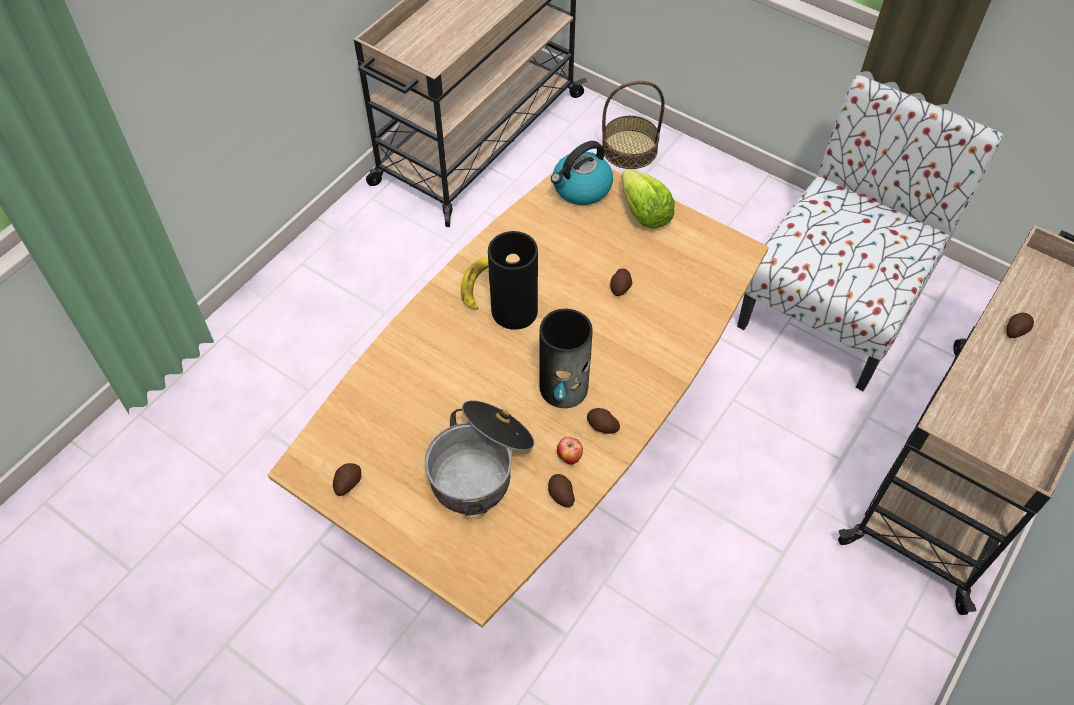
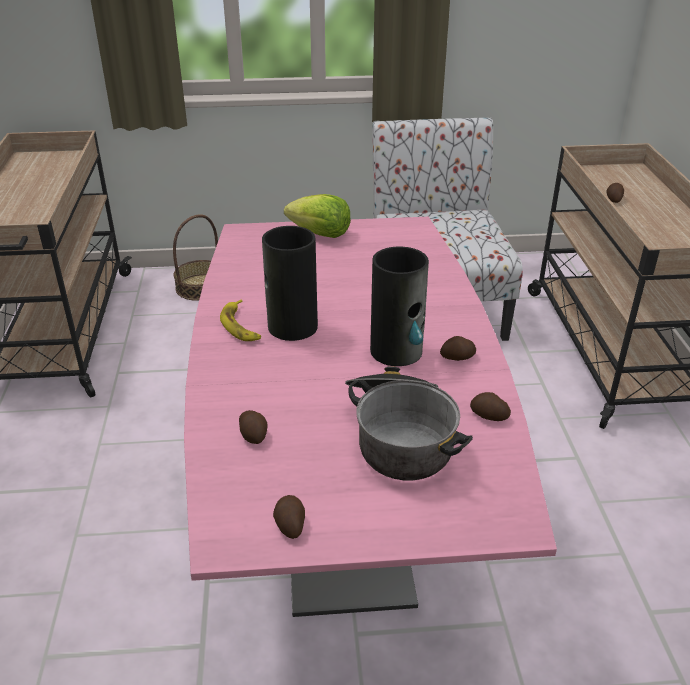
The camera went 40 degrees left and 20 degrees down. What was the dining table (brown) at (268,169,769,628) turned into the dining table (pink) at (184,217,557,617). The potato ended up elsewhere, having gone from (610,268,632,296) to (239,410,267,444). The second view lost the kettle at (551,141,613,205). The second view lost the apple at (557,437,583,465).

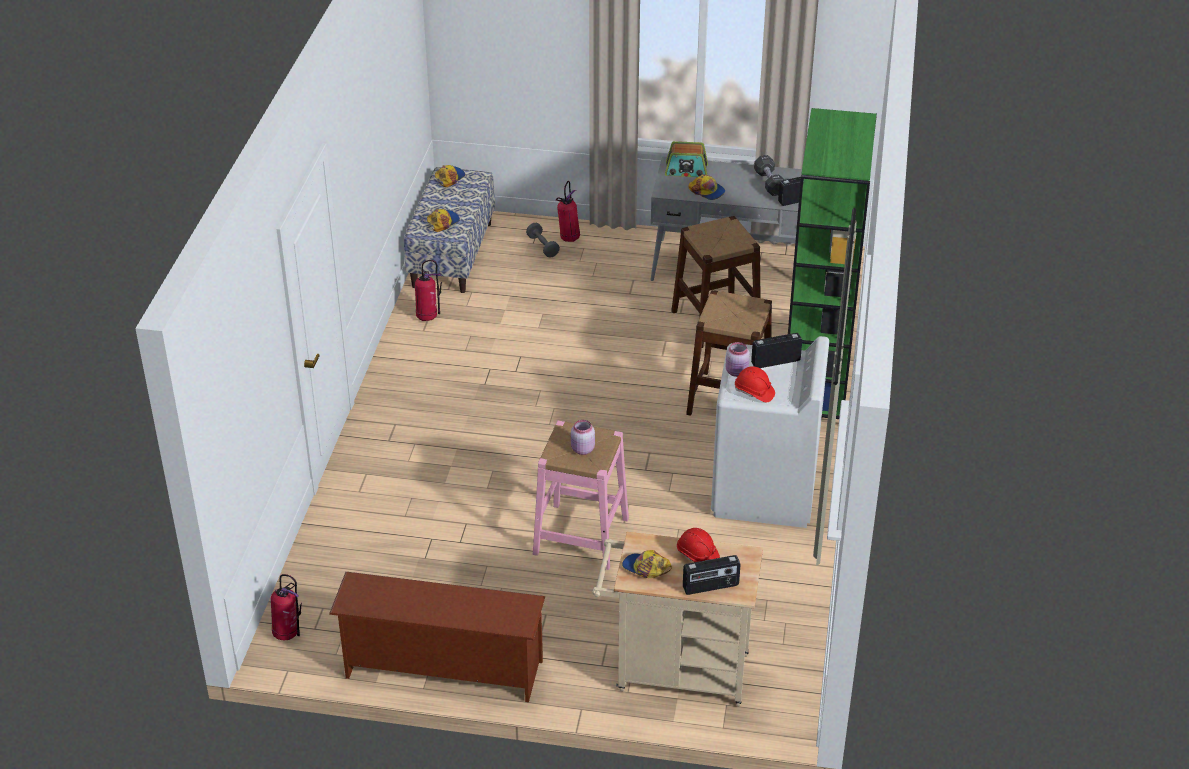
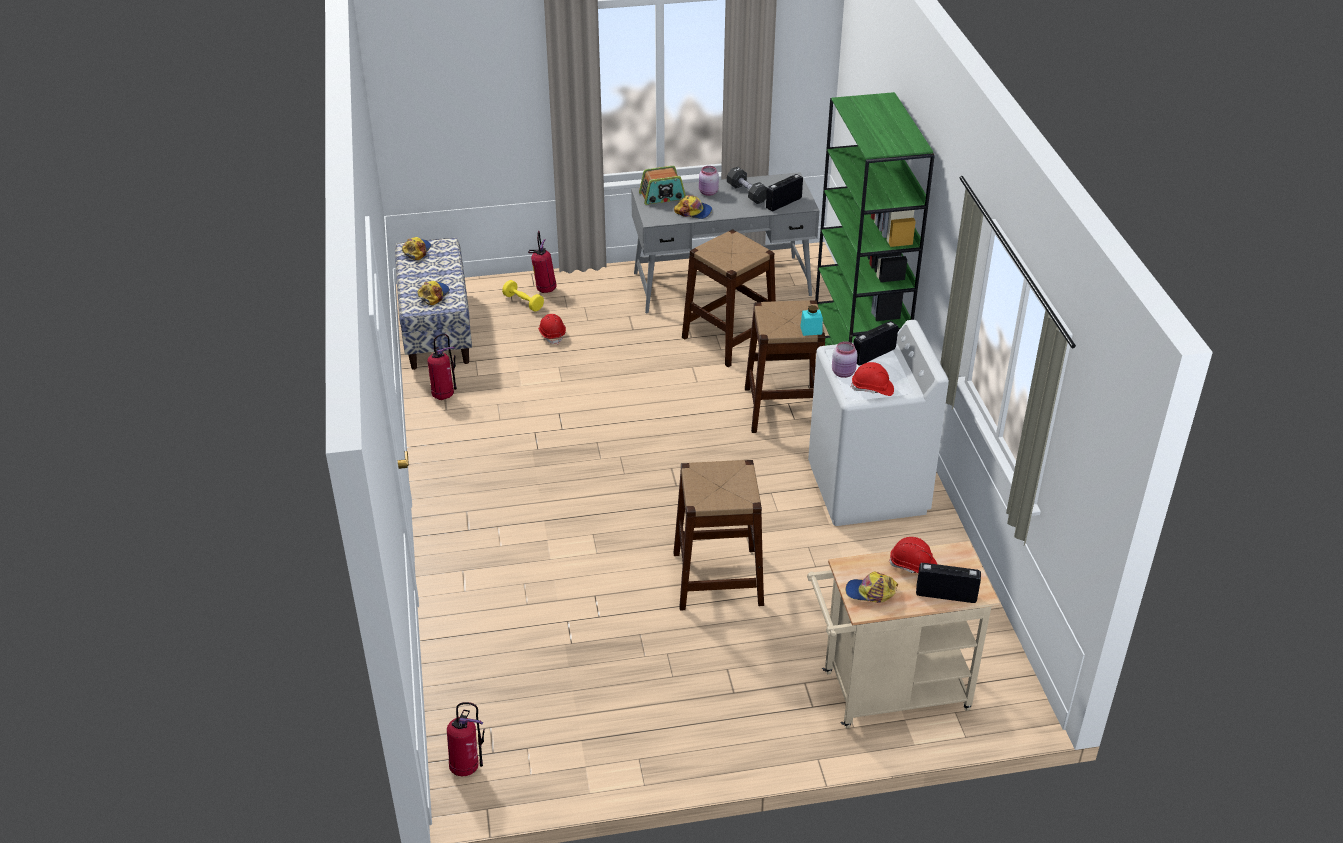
The camera went 20 degrees left and 0 degrees up. What was the dumbbell (grey) at (526,223,560,258) turned into the dumbbell (yellow) at (502,280,544,312). The second view gained the hard hat (red) at (538,314,566,344). What was the stool (pink) at (533,421,629,570) turned into the stool (brown) at (674,460,764,610). The jar (pink) ended up elsewhere, having gone from (571,420,595,455) to (699,166,719,196). The second view gained the jar (turquoise) at (800,305,823,336). The radio at (683,555,741,595) ended up facing another way, 135 degrees counterclockwise from before. The second view lost the shoe rack (brown) at (329,572,545,702).

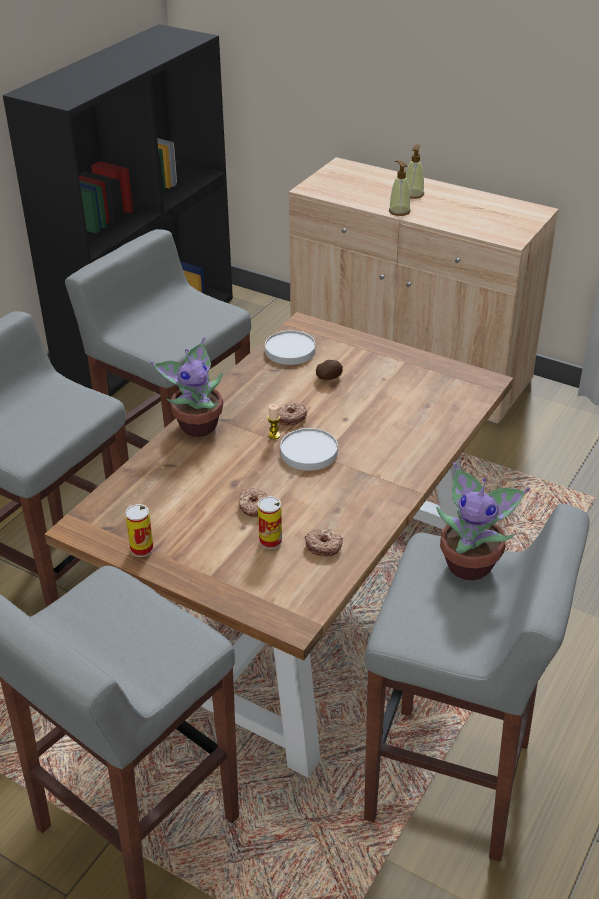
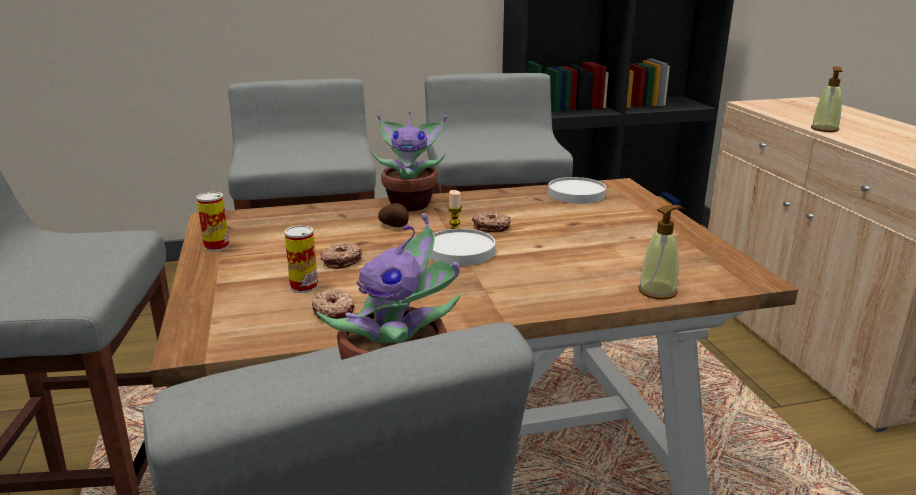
The camera went 45 degrees right and 15 degrees down. The potato ended up elsewhere, having gone from (316,360,343,380) to (378,203,409,227). The soap dispenser ended up elsewhere, having gone from (406,144,424,199) to (638,205,685,300).

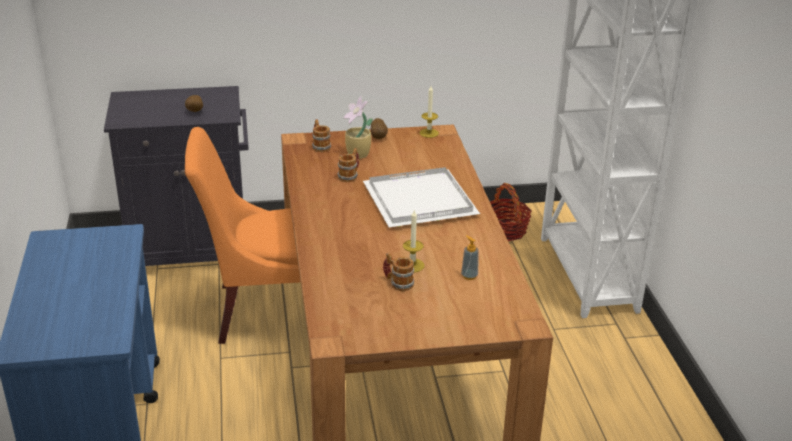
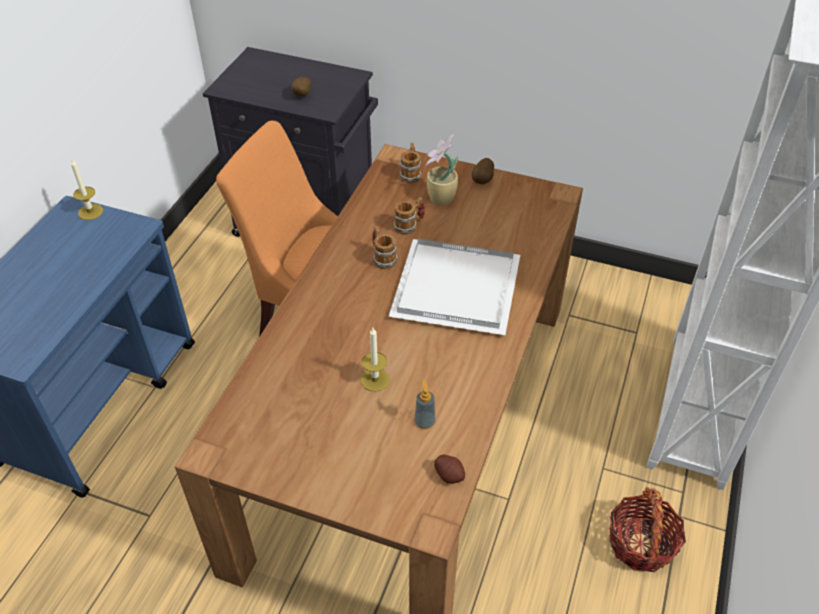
The camera went 30 degrees right and 15 degrees up. The candle ended up elsewhere, having gone from (419,86,439,138) to (71,159,103,220). The mug ended up elsewhere, having gone from (383,253,414,291) to (372,226,398,269). The second view gained the potato at (434,454,465,484). The basket ended up elsewhere, having gone from (490,183,532,241) to (609,487,686,572).

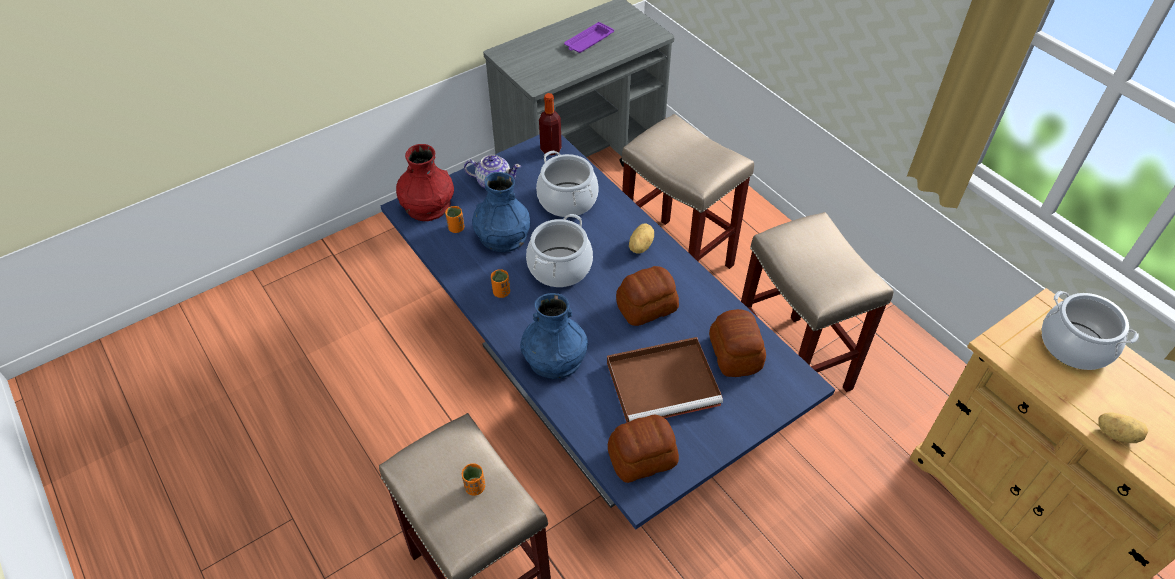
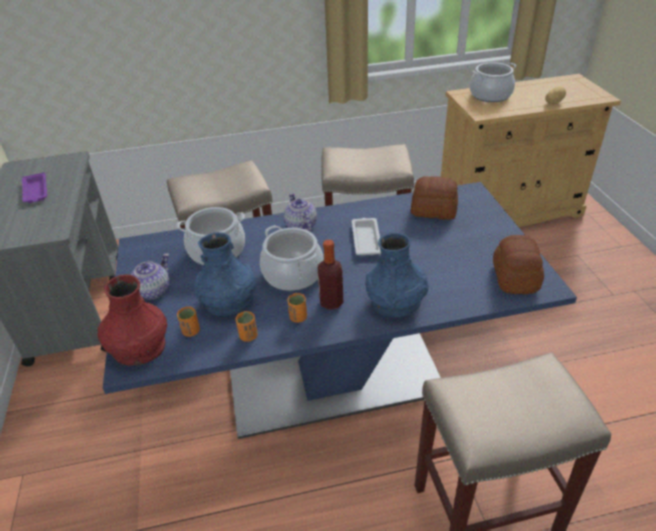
The camera went 65 degrees left and 10 degrees down. The cup (orange) ended up elsewhere, having gone from (462,463,485,496) to (236,311,258,342). Where the potato stood at (629,223,654,253), the teapot came to stand at (284,193,317,232). The bottle ended up elsewhere, having gone from (539,93,562,155) to (318,239,343,310). Where the bread stood at (616,266,679,326), the tray (white) came to stand at (352,218,381,255). The second view lost the tray (brown) at (607,337,723,422).

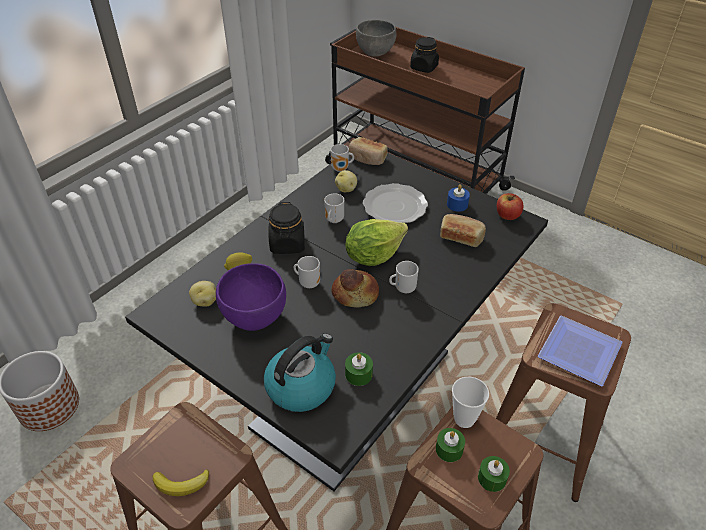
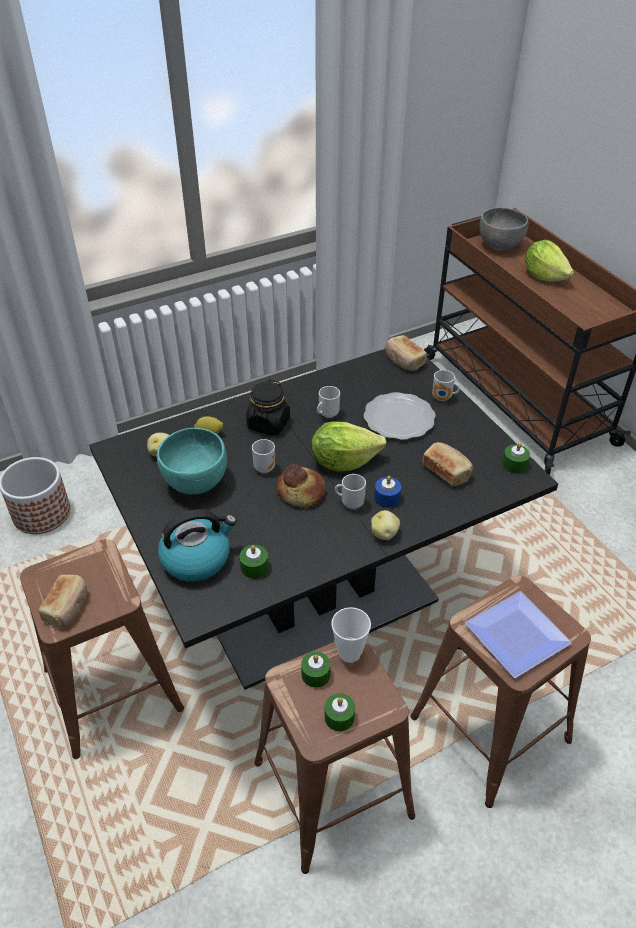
The camera went 25 degrees right and 0 degrees up. Where the banana stood at (153,469,209,496), the bread came to stand at (39,575,87,628). What was the bowl (purple) at (216,263,286,331) turned into the bowl (turquoise) at (157,428,227,495). The potato ended up elsewhere, having gone from (335,170,357,192) to (371,510,400,540). The candle (blue) ended up elsewhere, having gone from (447,184,470,212) to (374,476,401,508). The mug ended up elsewhere, having gone from (331,144,354,172) to (432,370,460,401). Where the apple stood at (497,193,523,220), the candle (green) came to stand at (502,443,530,474). Where the jar (black) stood at (410,37,439,73), the lettuce came to stand at (525,240,574,282).

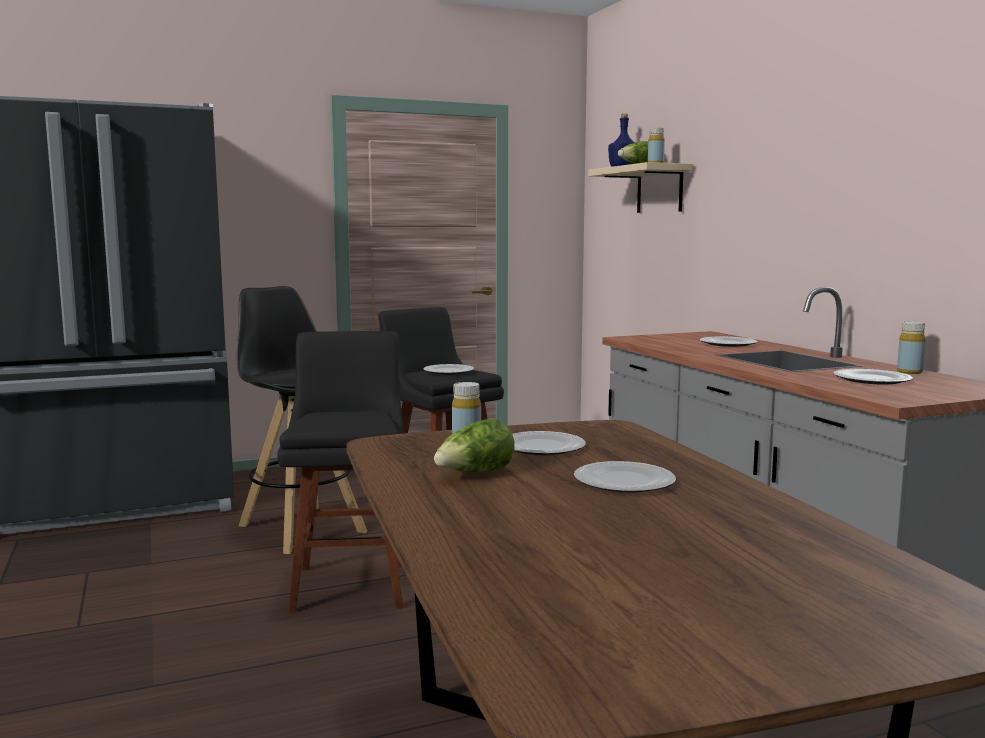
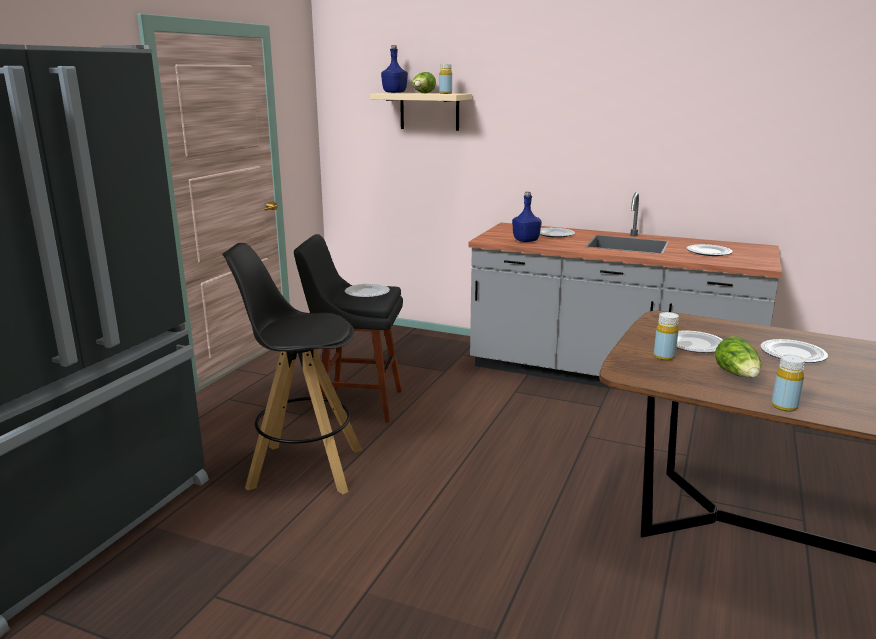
The camera went 45 degrees left and 10 degrees up. The second view gained the bottle (blue) at (512,191,542,242). The bottle (yellow) ended up elsewhere, having gone from (897,321,925,374) to (771,354,805,412). The second view lost the stool (black) at (277,331,404,613).

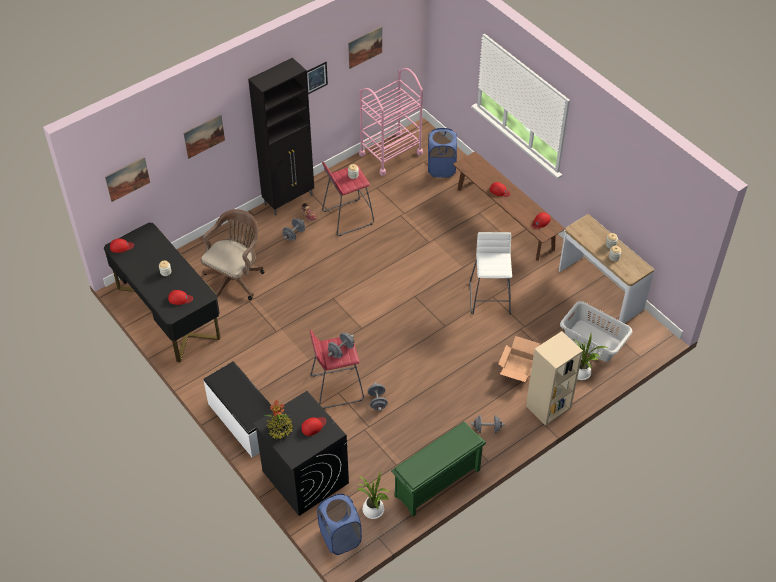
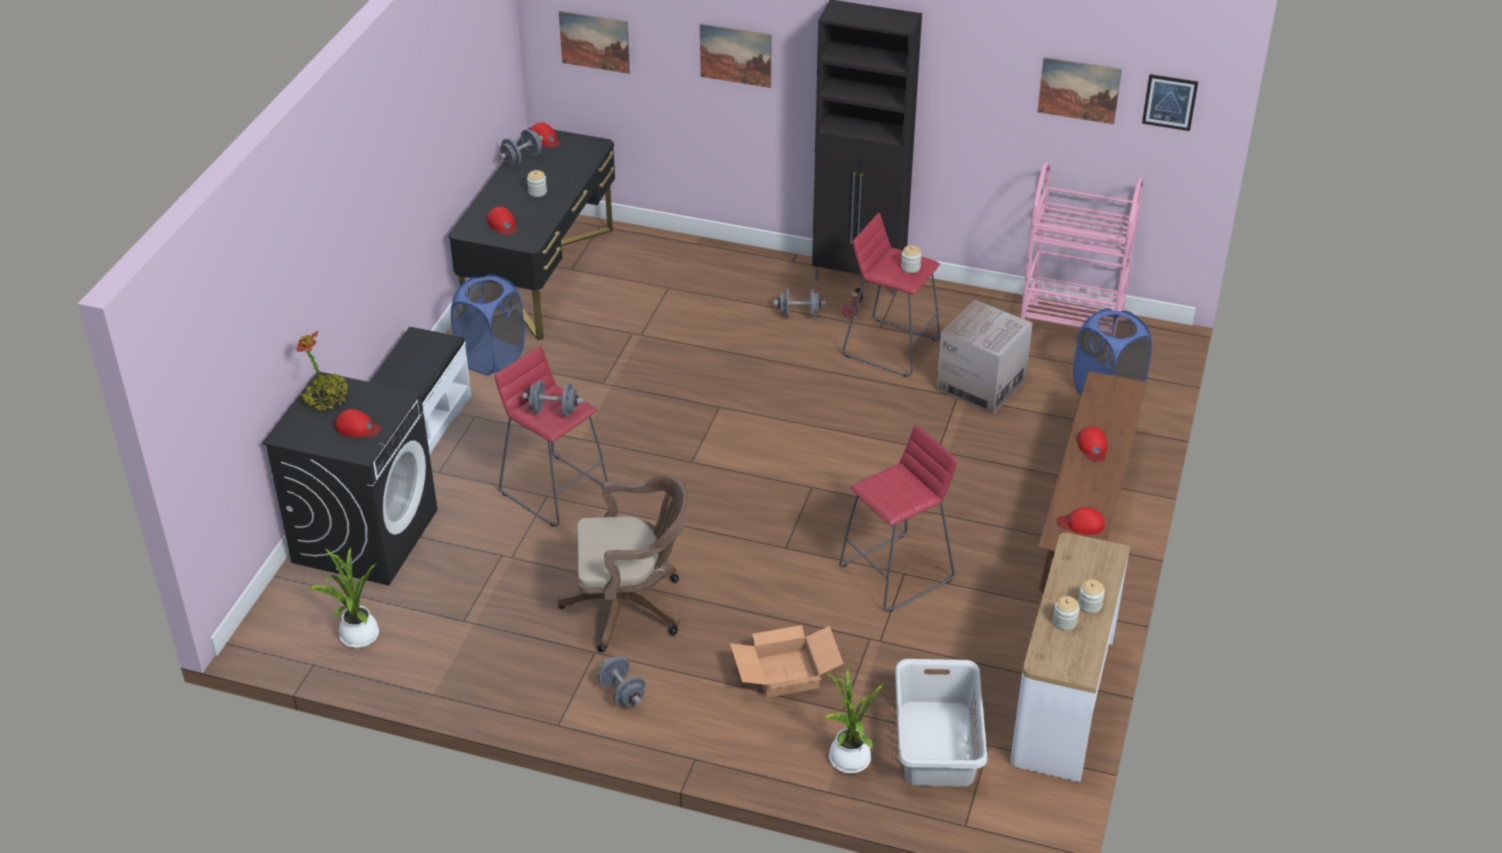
The camera went 55 degrees right and 10 degrees down. The laundry basket (blue) ended up elsewhere, having gone from (317,494,362,555) to (451,274,525,375). The dumbbell (grey) ended up elsewhere, having gone from (368,383,388,411) to (499,129,543,166). The office chair (brown) ended up elsewhere, having gone from (201,209,264,300) to (558,474,688,652). What was the stool (white) at (469,232,512,315) turned into the stool (red) at (839,425,957,612). The second view gained the cardboard box at (936,300,1033,414). The picture ended up elsewhere, having gone from (307,62,328,94) to (1142,74,1198,131). The second view lost the shoe rack (green) at (391,421,486,517). The second view lost the bookcase (beige) at (526,331,583,426).

